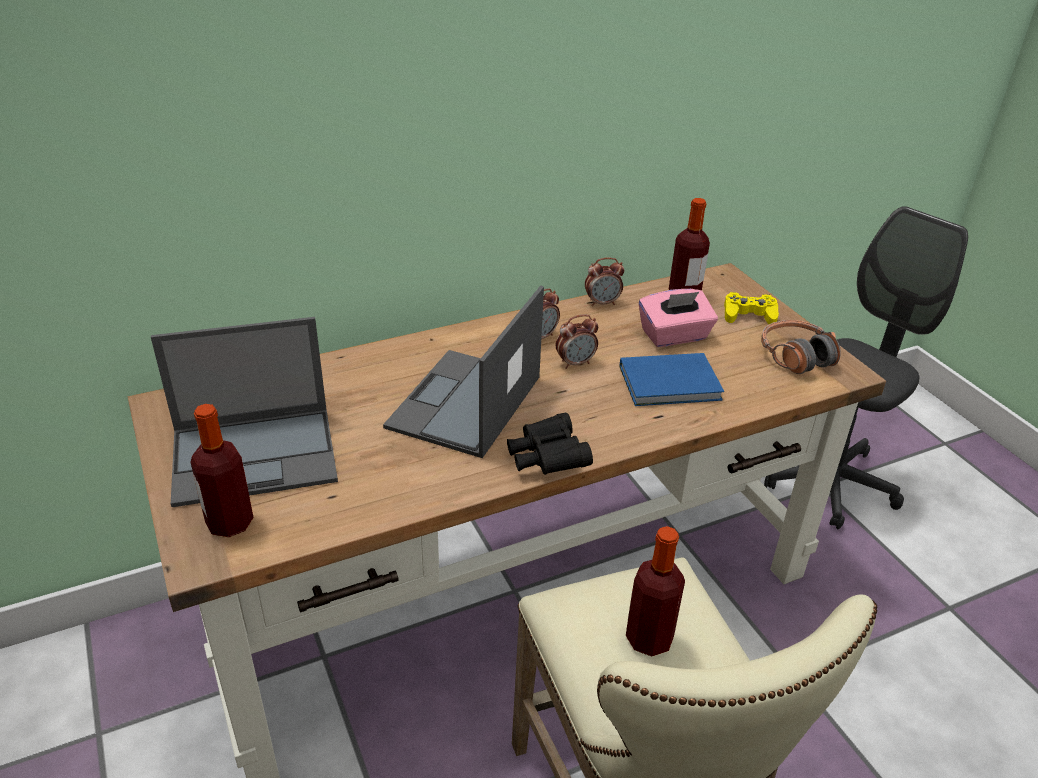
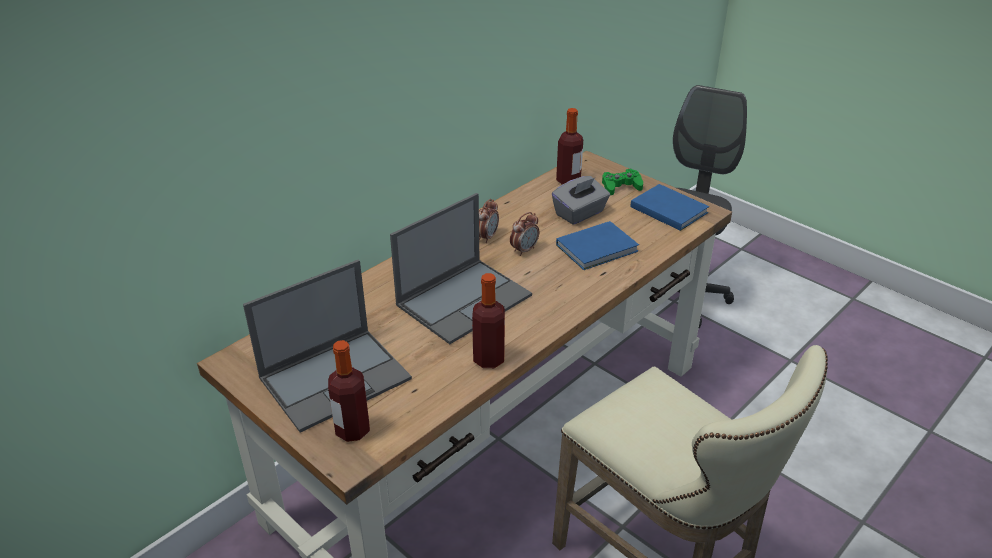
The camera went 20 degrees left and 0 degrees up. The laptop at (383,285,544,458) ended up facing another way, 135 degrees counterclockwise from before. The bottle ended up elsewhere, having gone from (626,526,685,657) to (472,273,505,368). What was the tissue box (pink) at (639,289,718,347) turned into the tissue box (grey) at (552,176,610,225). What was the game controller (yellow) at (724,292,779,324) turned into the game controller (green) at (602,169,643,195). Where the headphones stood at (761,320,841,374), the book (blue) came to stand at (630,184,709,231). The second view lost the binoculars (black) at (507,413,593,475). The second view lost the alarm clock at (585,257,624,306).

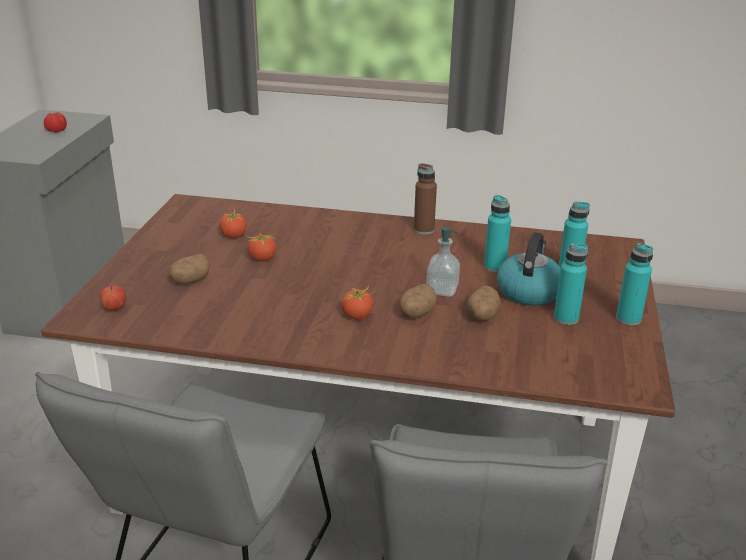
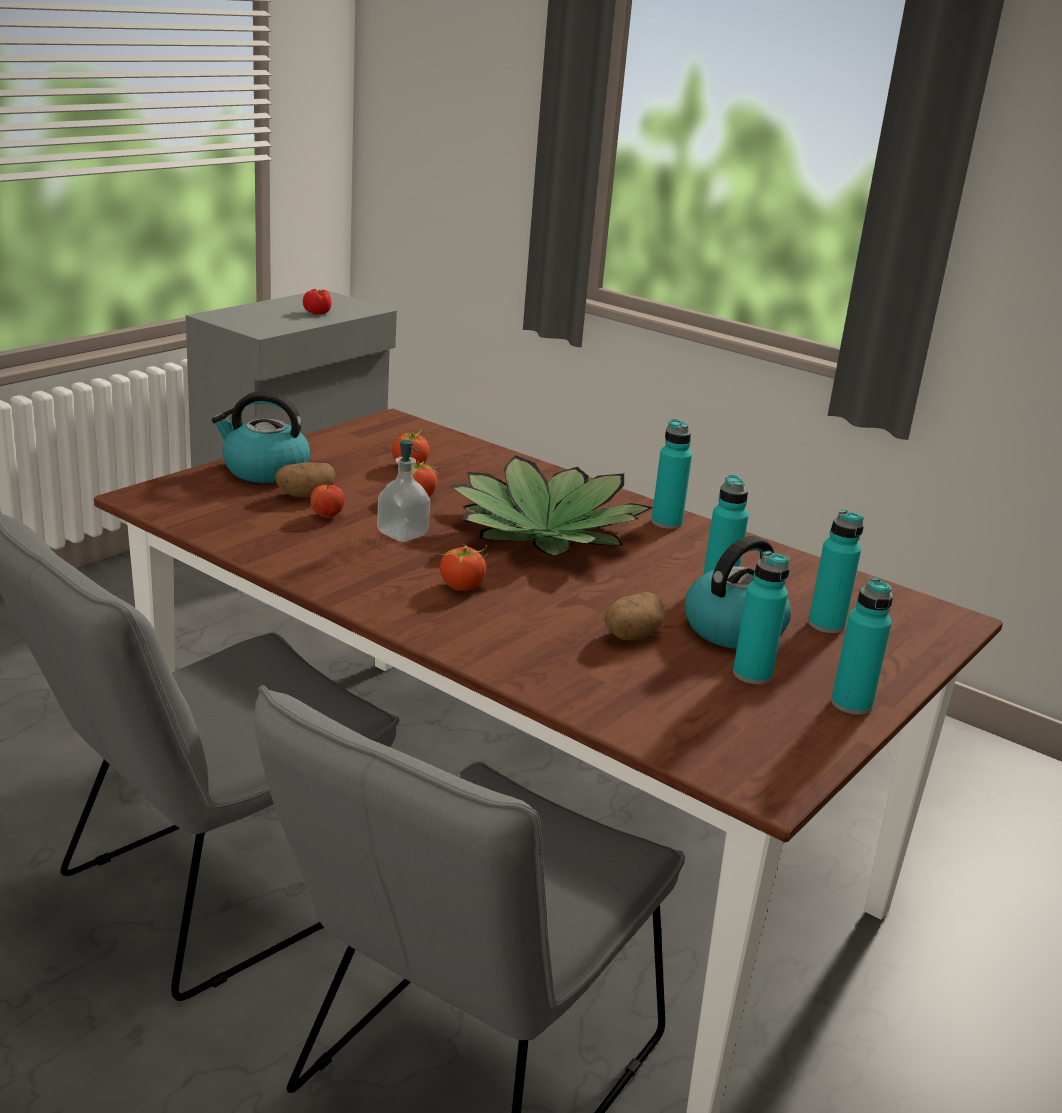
The camera went 25 degrees right and 5 degrees down. The second view gained the kettle at (212,391,311,483). The apple ended up elsewhere, having gone from (100,286,126,311) to (310,484,345,518). The soap dispenser ended up elsewhere, having gone from (426,226,460,297) to (377,440,431,542). The second view gained the potted plant at (450,455,653,557). What was the bottle (brown) at (414,163,437,235) turned into the bottle (turquoise) at (651,419,692,529). The second view lost the potato at (399,284,437,318).

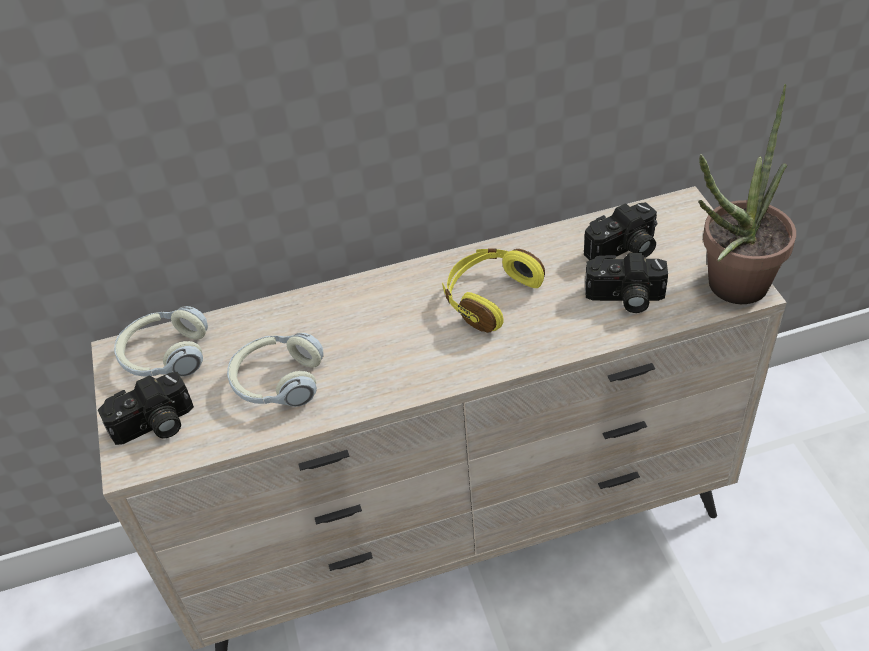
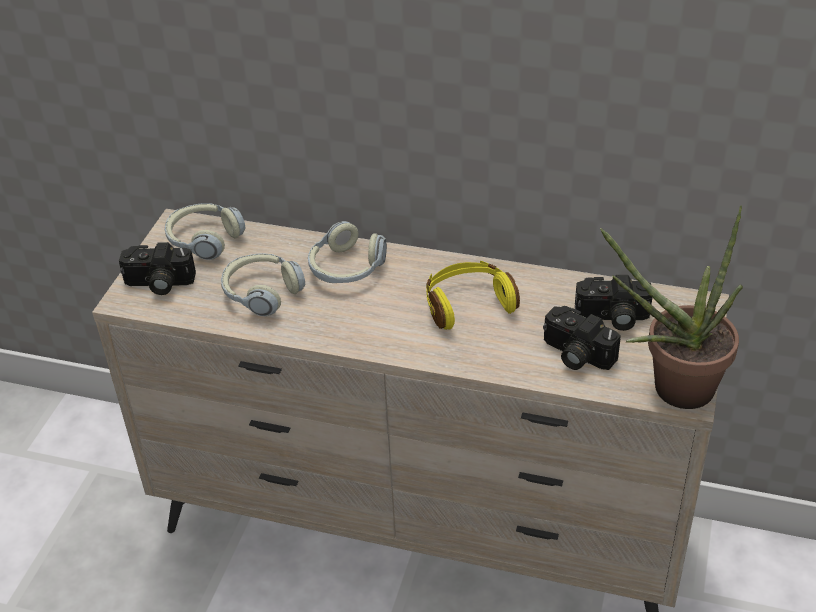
The camera went 30 degrees right and 5 degrees down. The second view gained the headphones at (308,221,387,283).

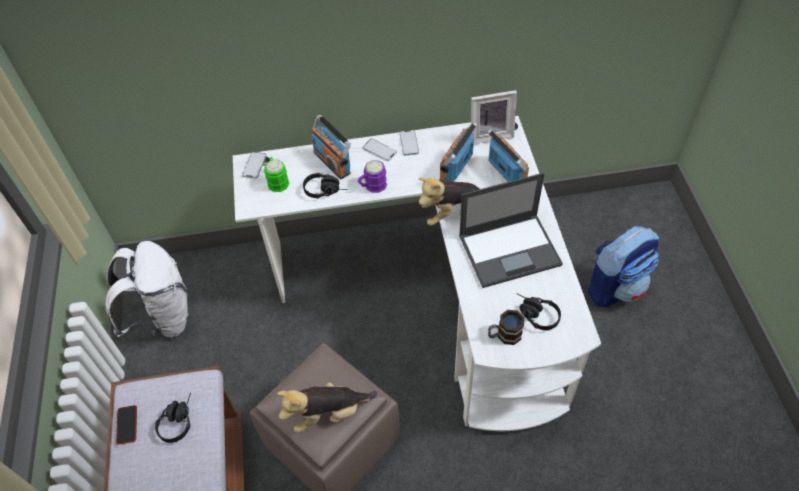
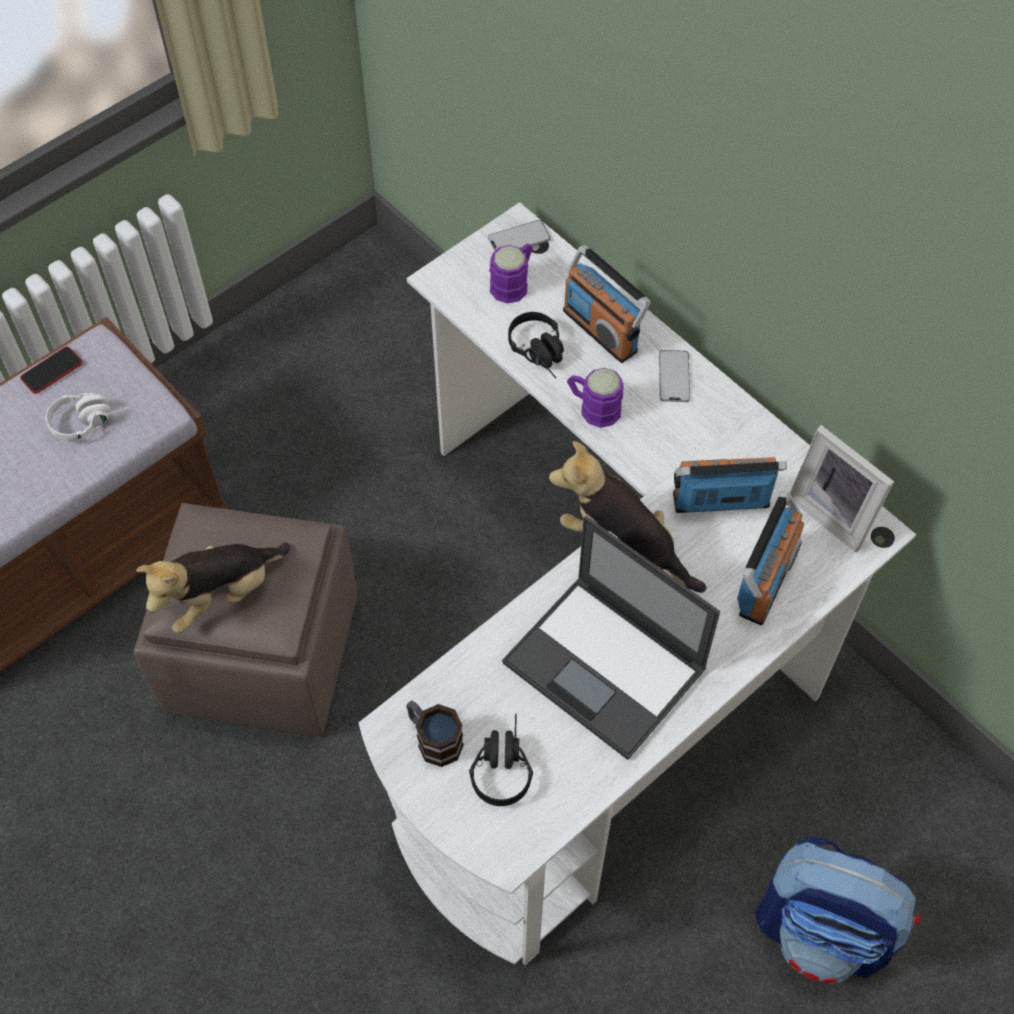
The camera went 55 degrees right and 5 degrees up. What was the headphones (black) at (155,393,191,443) turned into the headphones (white) at (46,393,129,441). The plush toy at (278,383,377,433) ended up facing another way, 75 degrees counterclockwise from before. What was the mug (green) at (264,157,290,192) turned into the mug (purple) at (489,243,533,304). The radio at (311,115,351,179) ended up facing another way, 60 degrees counterclockwise from before. The second view lost the backpack (white) at (105,241,189,339). The second view lost the phone at (400,130,419,156).

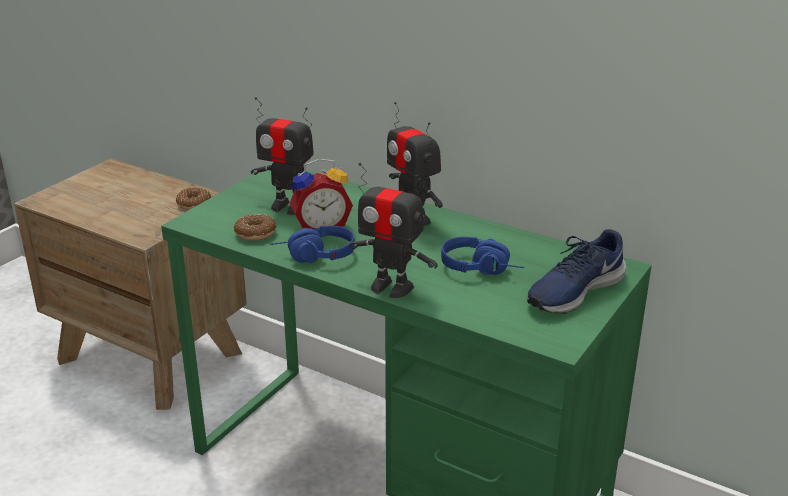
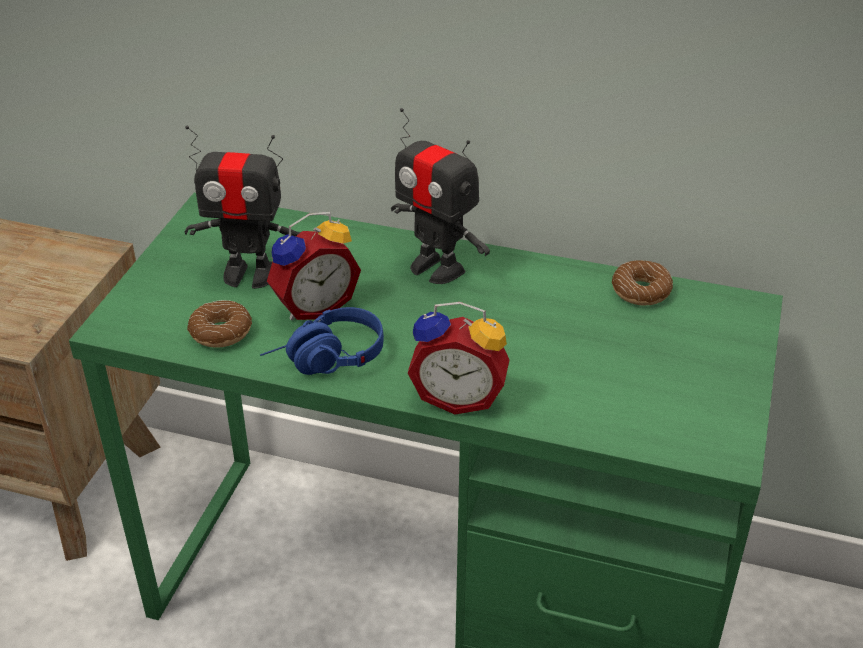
The camera went 15 degrees left and 10 degrees up. Where the toy robot stood at (349,163,438,298), the alarm clock came to stand at (408,302,509,414). The donut ended up elsewhere, having gone from (176,188,211,210) to (612,260,673,306). The second view lost the headphones (blue) at (441,237,524,275). The second view lost the shoe (blue) at (527,229,626,314).

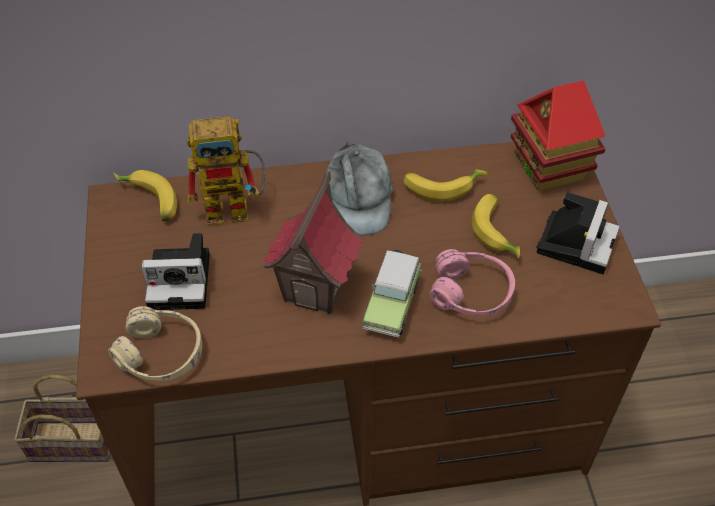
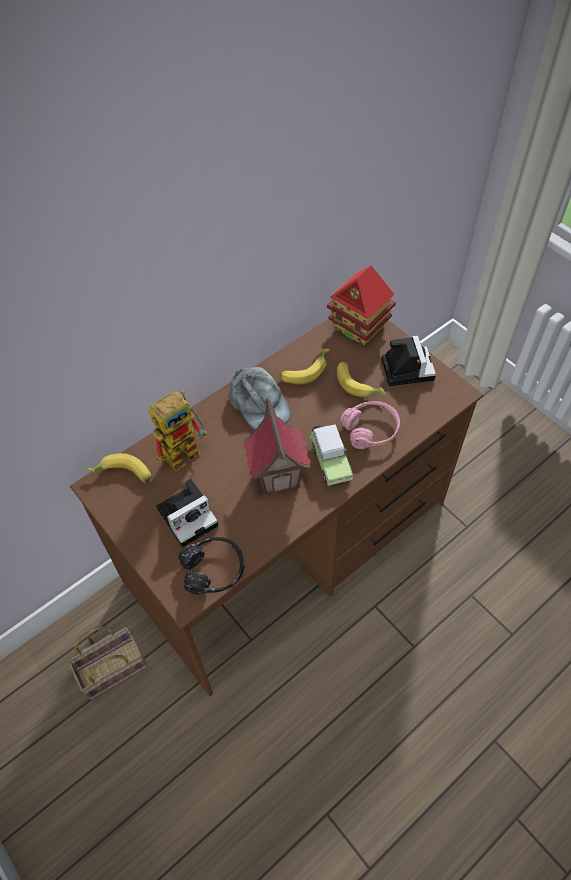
The camera went 30 degrees left and 5 degrees up. What was the headphones (beige) at (108,306,202,381) turned into the headphones (black) at (178,537,244,594).

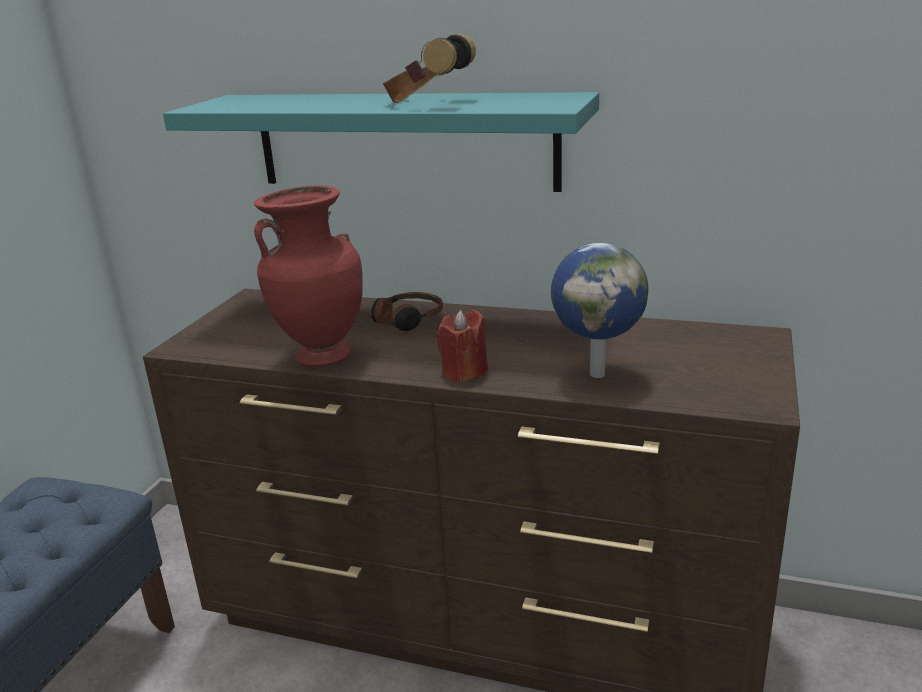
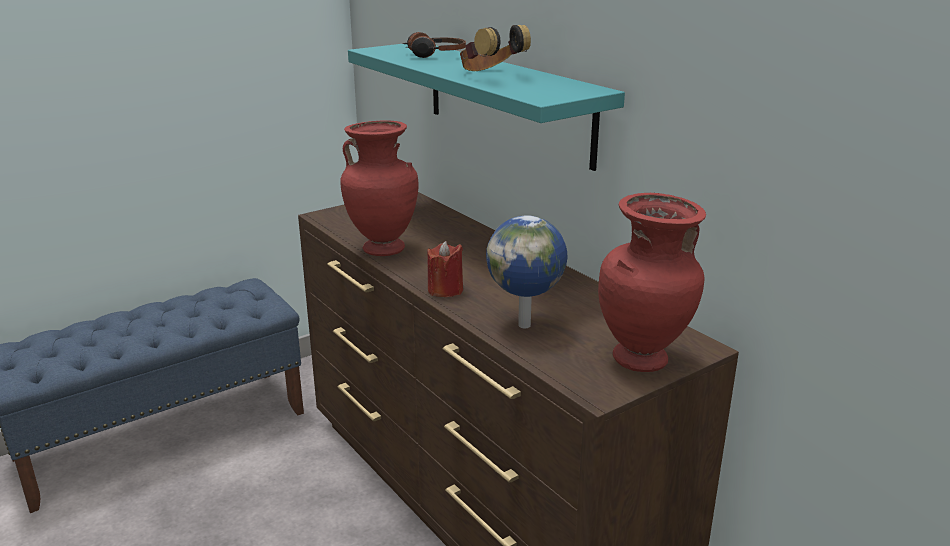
The camera went 35 degrees right and 0 degrees up. The headphones ended up elsewhere, having gone from (369,292,443,331) to (403,32,466,58). The second view gained the vase (red) at (598,193,706,372).

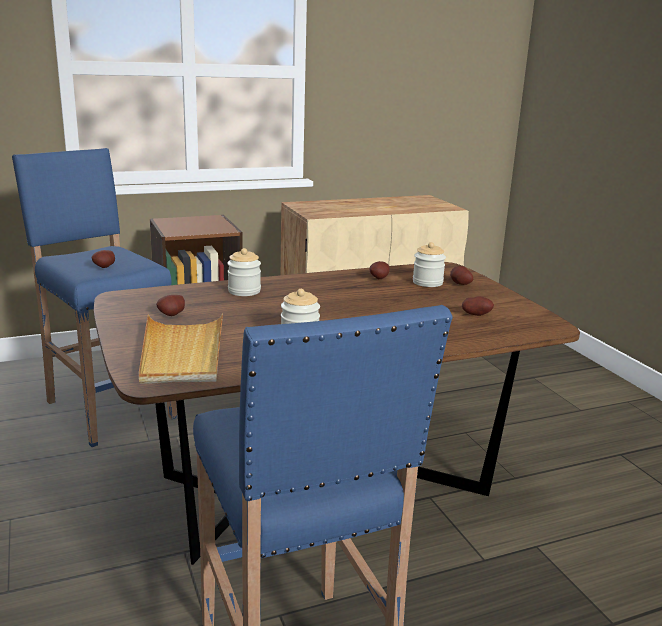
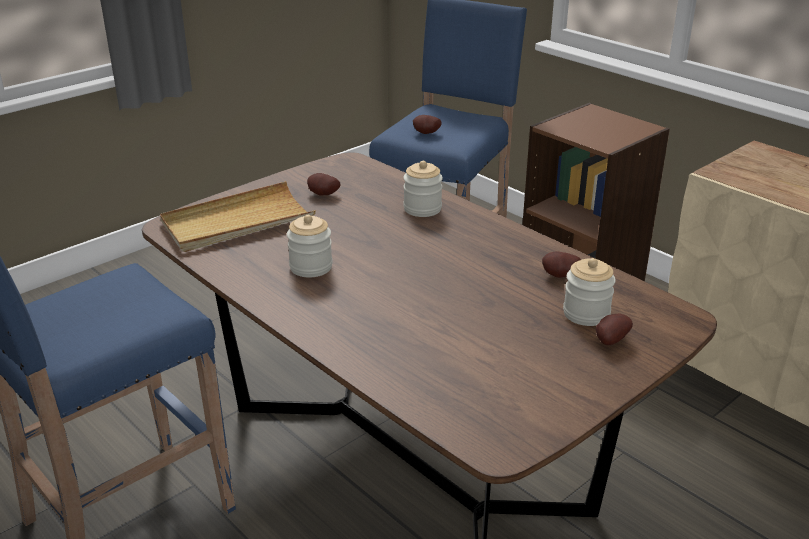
The camera went 70 degrees right and 10 degrees up. The second view lost the potato at (462,296,494,316).

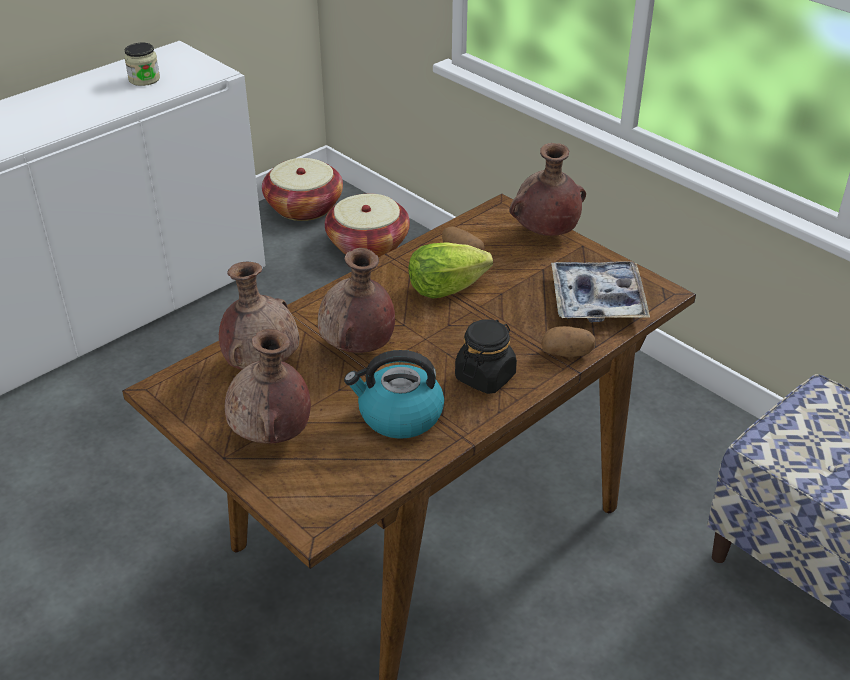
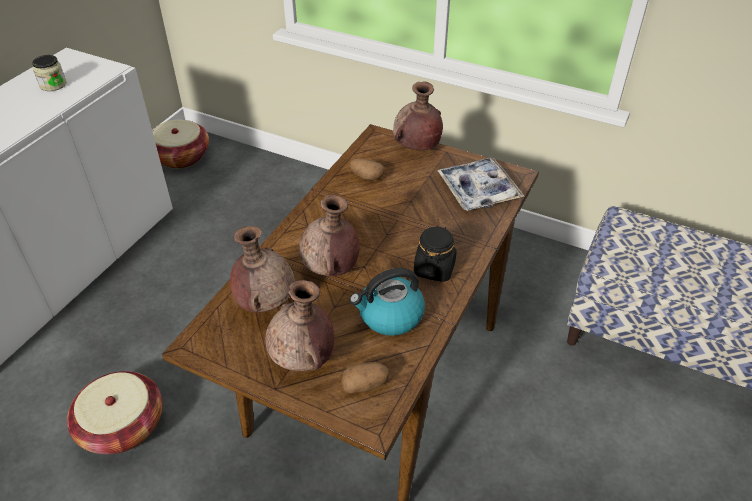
The camera went 20 degrees left and 5 degrees up. The basket ended up elsewhere, having gone from (325,194,410,257) to (67,371,163,454). The potato ended up elsewhere, having gone from (541,326,595,357) to (341,362,389,393). The second view lost the lettuce at (408,242,493,299).

